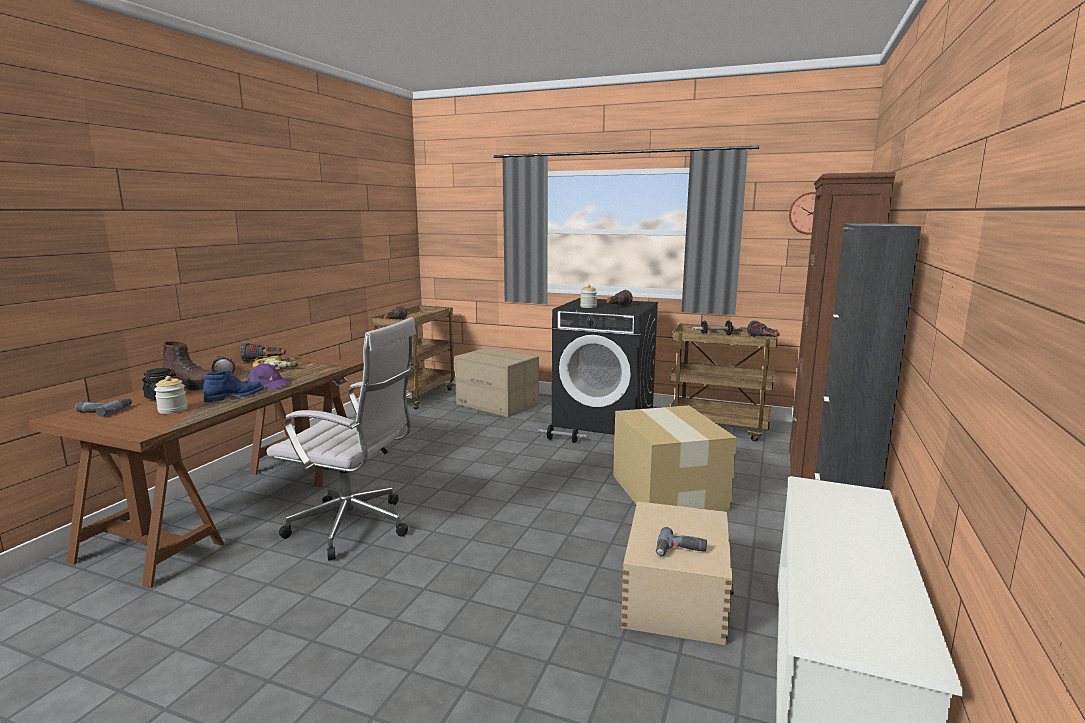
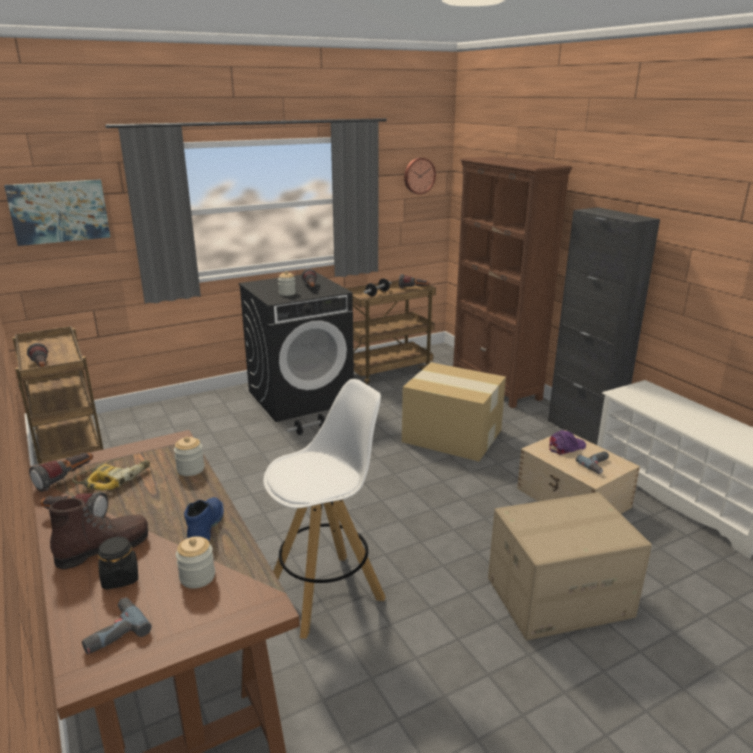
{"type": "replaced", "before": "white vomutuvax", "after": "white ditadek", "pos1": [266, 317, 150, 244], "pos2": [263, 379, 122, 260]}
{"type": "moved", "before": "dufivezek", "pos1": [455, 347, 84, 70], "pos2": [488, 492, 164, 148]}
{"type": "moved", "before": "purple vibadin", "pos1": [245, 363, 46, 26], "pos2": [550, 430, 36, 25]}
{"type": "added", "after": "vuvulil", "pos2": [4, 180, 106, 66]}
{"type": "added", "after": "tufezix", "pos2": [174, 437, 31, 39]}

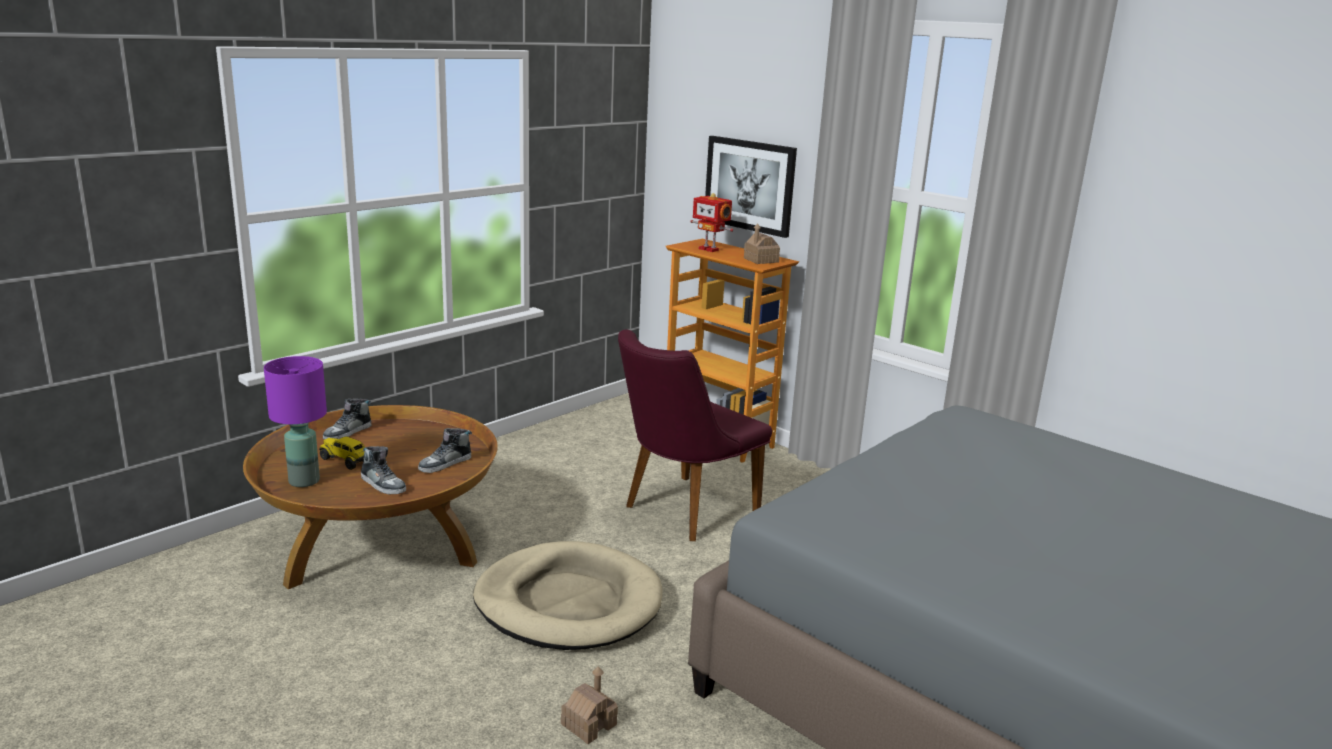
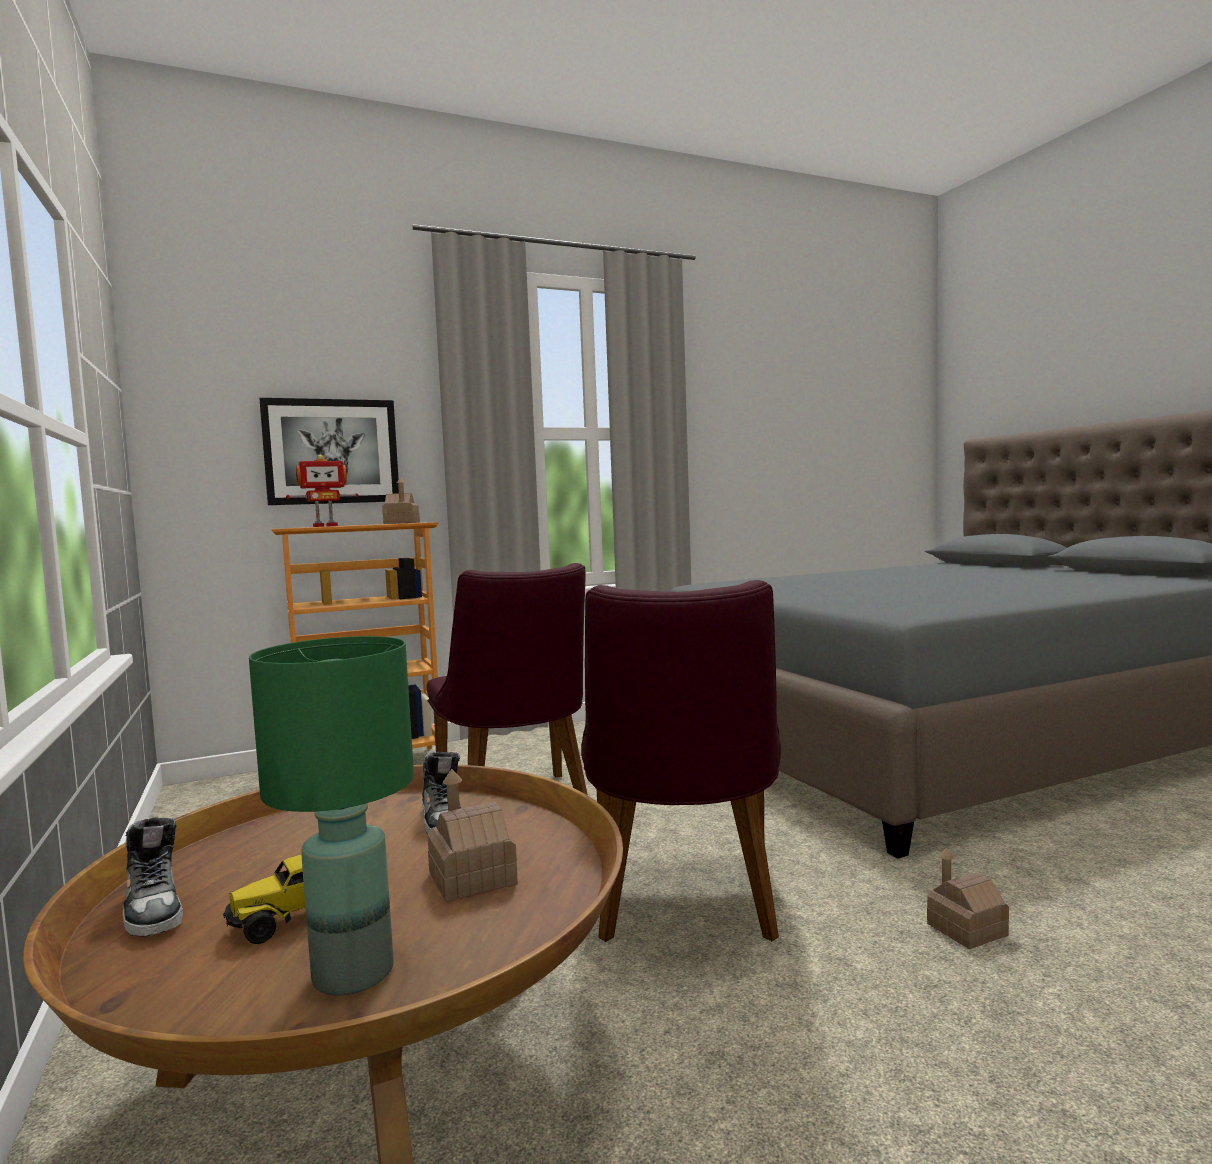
{"type": "recoloured", "before": "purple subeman", "after": "green subeman", "pos1": [264, 356, 63, 131], "pos2": [249, 636, 165, 359]}
{"type": "replaced", "before": "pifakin", "after": "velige", "pos1": [361, 446, 45, 49], "pos2": [427, 769, 91, 133]}
{"type": "replaced", "before": "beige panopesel", "after": "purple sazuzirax", "pos1": [473, 541, 189, 109], "pos2": [581, 580, 200, 362]}

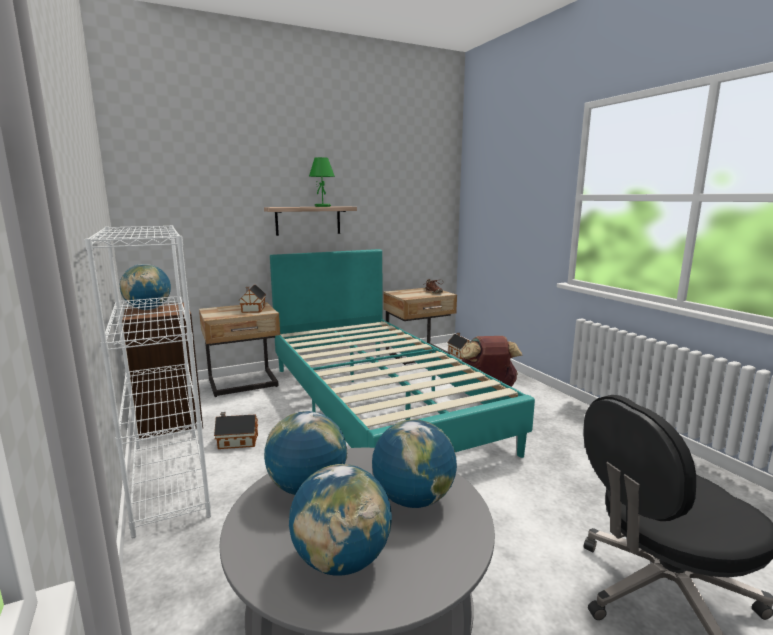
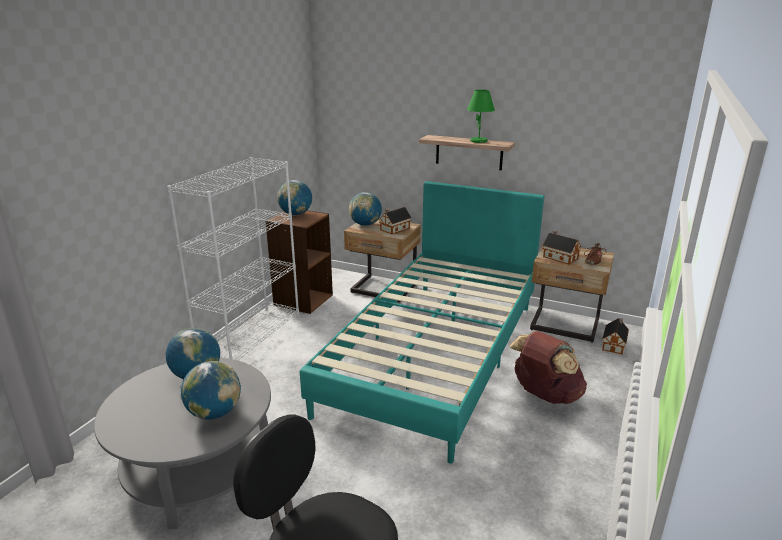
{"type": "moved", "before": "velige", "pos1": [214, 412, 44, 37], "pos2": [543, 230, 38, 35]}
{"type": "moved", "before": "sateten", "pos1": [289, 464, 103, 112], "pos2": [349, 192, 33, 34]}

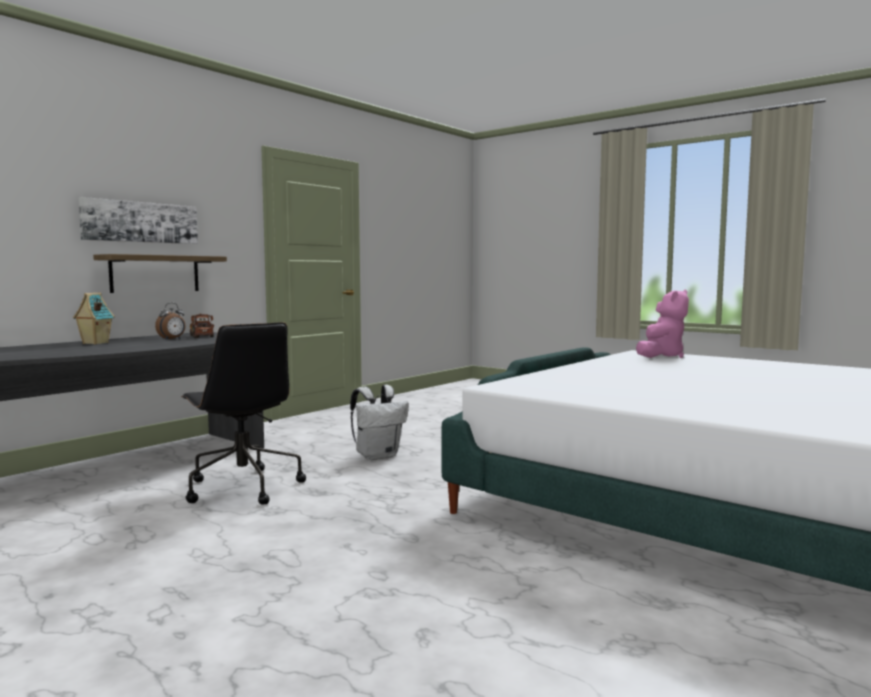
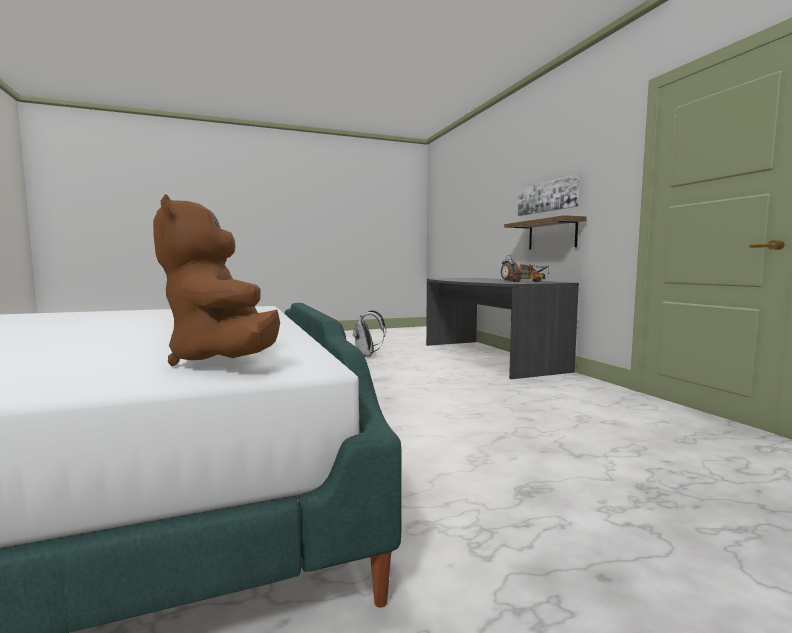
{"type": "recoloured", "before": "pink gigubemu", "after": "brown gigubemu", "pos1": [636, 289, 53, 69], "pos2": [153, 194, 127, 172]}
{"type": "removed", "before": "velige", "pos1": [73, 292, 42, 53]}
{"type": "removed", "before": "black vomutuvax", "pos1": [181, 322, 125, 183]}
{"type": "moved", "before": "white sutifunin", "pos1": [350, 385, 59, 75], "pos2": [353, 310, 33, 47]}

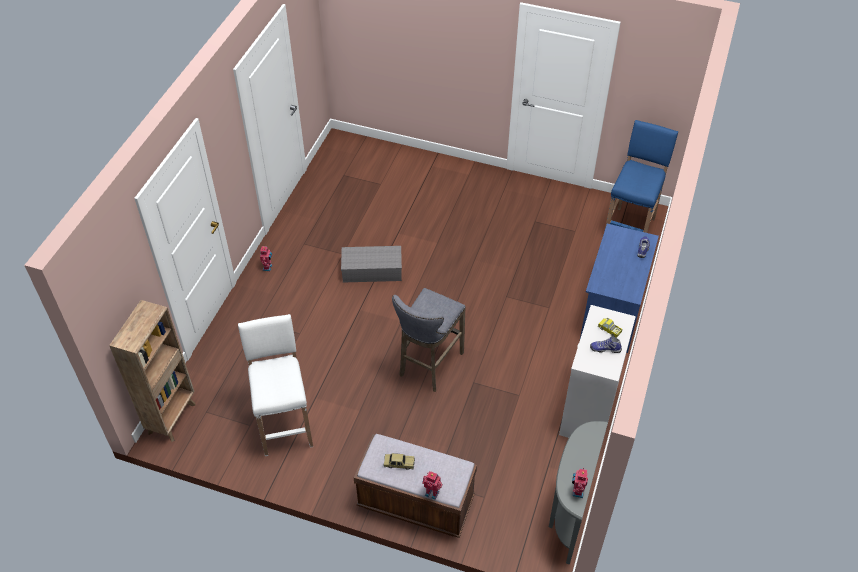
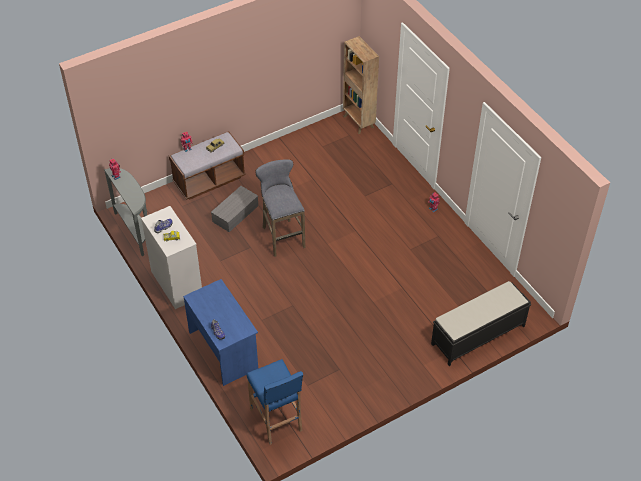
{"type": "moved", "before": "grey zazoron", "pos1": [341, 246, 61, 37], "pos2": [211, 186, 47, 46]}
{"type": "removed", "before": "white ditadek", "pos1": [238, 314, 75, 142]}
{"type": "added", "after": "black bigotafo", "pos2": [431, 281, 100, 85]}

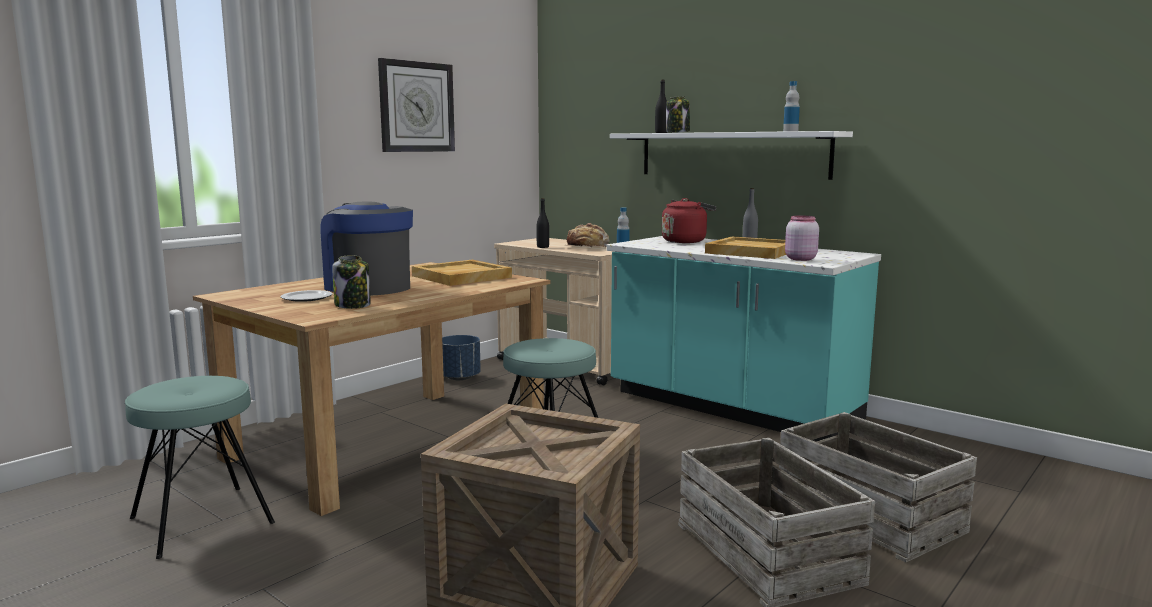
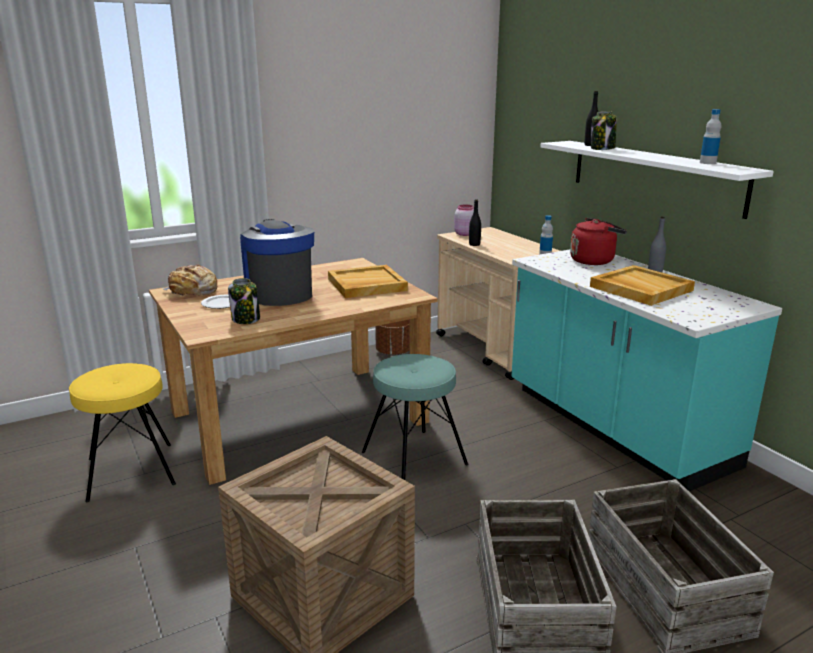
{"type": "removed", "before": "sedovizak", "pos1": [378, 58, 77, 94]}
{"type": "moved", "before": "pink tufezix", "pos1": [785, 216, 34, 45], "pos2": [454, 205, 20, 31]}
{"type": "moved", "before": "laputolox", "pos1": [566, 223, 43, 24], "pos2": [162, 264, 55, 33]}
{"type": "recoloured", "before": "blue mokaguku", "after": "brown mokaguku", "pos1": [442, 335, 39, 45], "pos2": [375, 319, 35, 37]}
{"type": "recoloured", "before": "turquoise ditadek", "after": "yellow ditadek", "pos1": [125, 376, 150, 183], "pos2": [69, 363, 107, 139]}

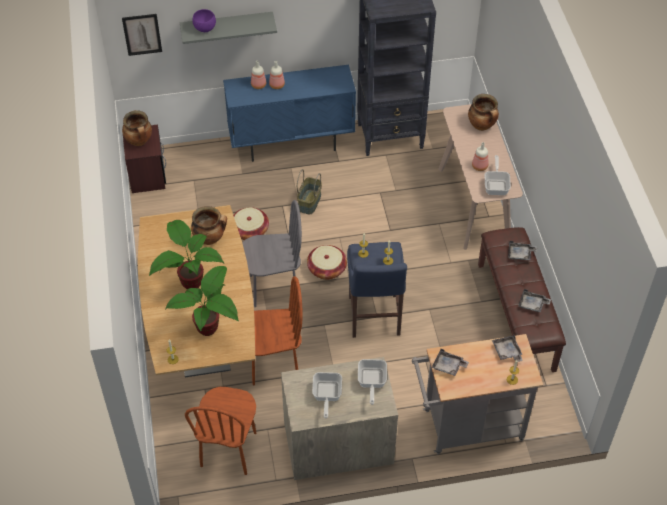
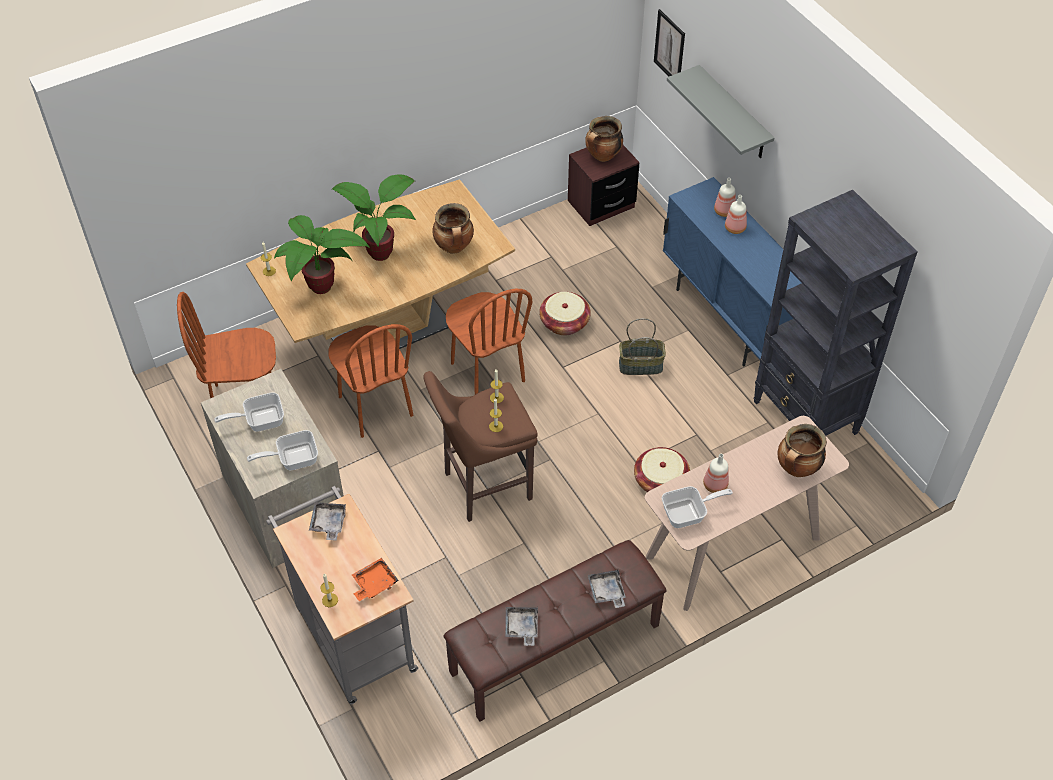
{"type": "removed", "before": "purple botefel", "pos1": [193, 9, 23, 23]}
{"type": "recoloured", "before": "grey sazuzirax", "after": "brown sazuzirax", "pos1": [242, 200, 60, 107], "pos2": [446, 289, 86, 105]}
{"type": "recoloured", "before": "blue ditadek", "after": "brown ditadek", "pos1": [347, 242, 60, 96], "pos2": [423, 371, 115, 151]}
{"type": "moved", "before": "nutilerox", "pos1": [307, 245, 40, 35], "pos2": [634, 447, 56, 45]}
{"type": "recoloured", "before": "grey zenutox", "after": "orange zenutox", "pos1": [492, 335, 31, 27], "pos2": [352, 558, 47, 43]}

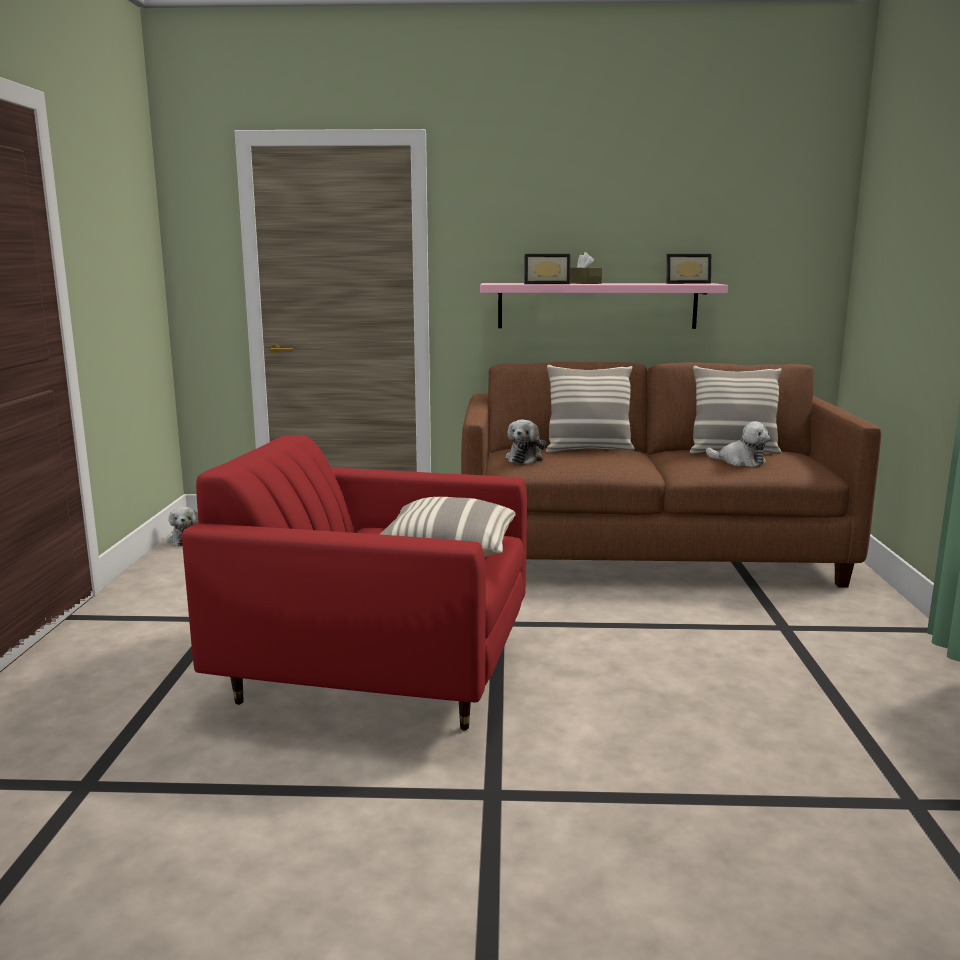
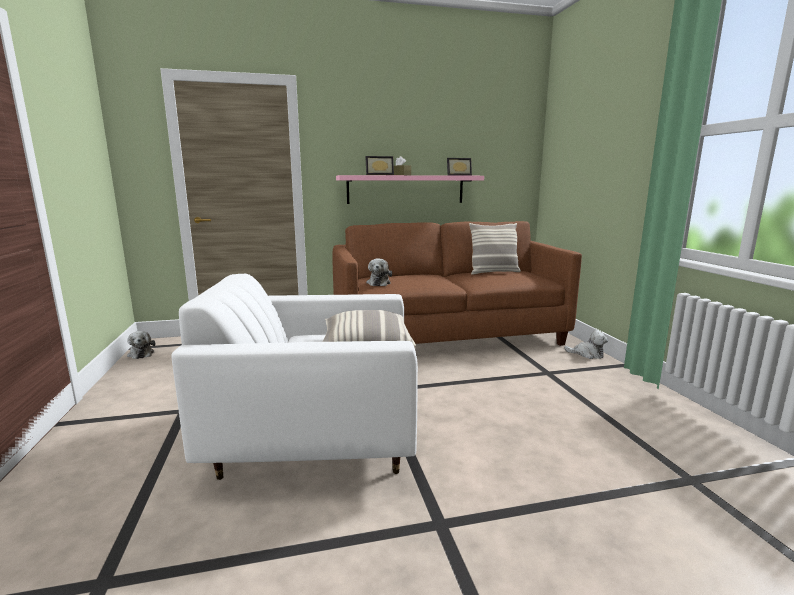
{"type": "removed", "before": "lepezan", "pos1": [546, 365, 88, 88]}
{"type": "moved", "before": "gigubemu", "pos1": [706, 421, 64, 46], "pos2": [564, 330, 44, 29]}
{"type": "recoloured", "before": "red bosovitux", "after": "white bosovitux", "pos1": [182, 435, 345, 296], "pos2": [171, 274, 247, 206]}

